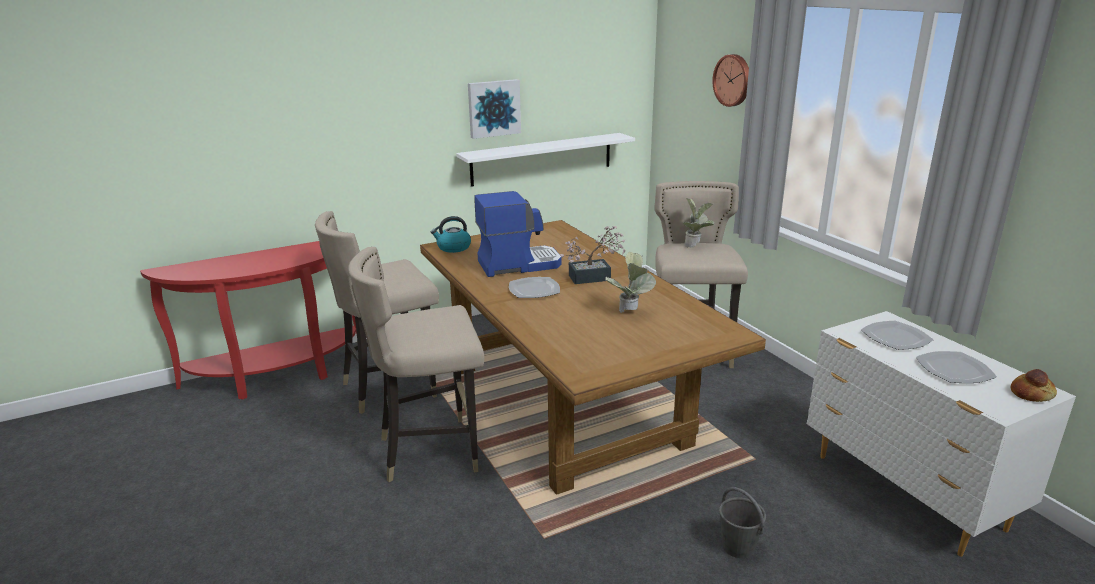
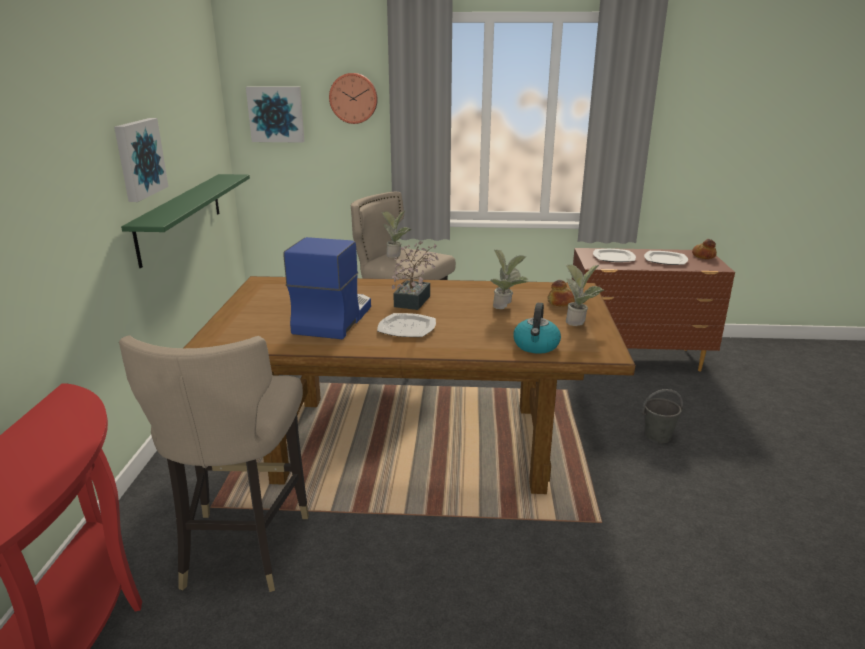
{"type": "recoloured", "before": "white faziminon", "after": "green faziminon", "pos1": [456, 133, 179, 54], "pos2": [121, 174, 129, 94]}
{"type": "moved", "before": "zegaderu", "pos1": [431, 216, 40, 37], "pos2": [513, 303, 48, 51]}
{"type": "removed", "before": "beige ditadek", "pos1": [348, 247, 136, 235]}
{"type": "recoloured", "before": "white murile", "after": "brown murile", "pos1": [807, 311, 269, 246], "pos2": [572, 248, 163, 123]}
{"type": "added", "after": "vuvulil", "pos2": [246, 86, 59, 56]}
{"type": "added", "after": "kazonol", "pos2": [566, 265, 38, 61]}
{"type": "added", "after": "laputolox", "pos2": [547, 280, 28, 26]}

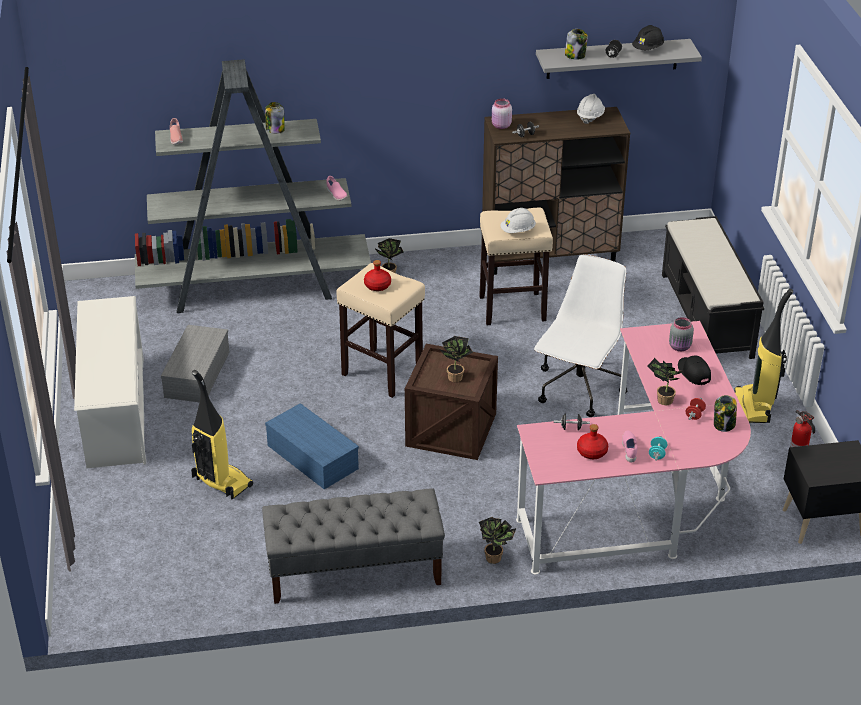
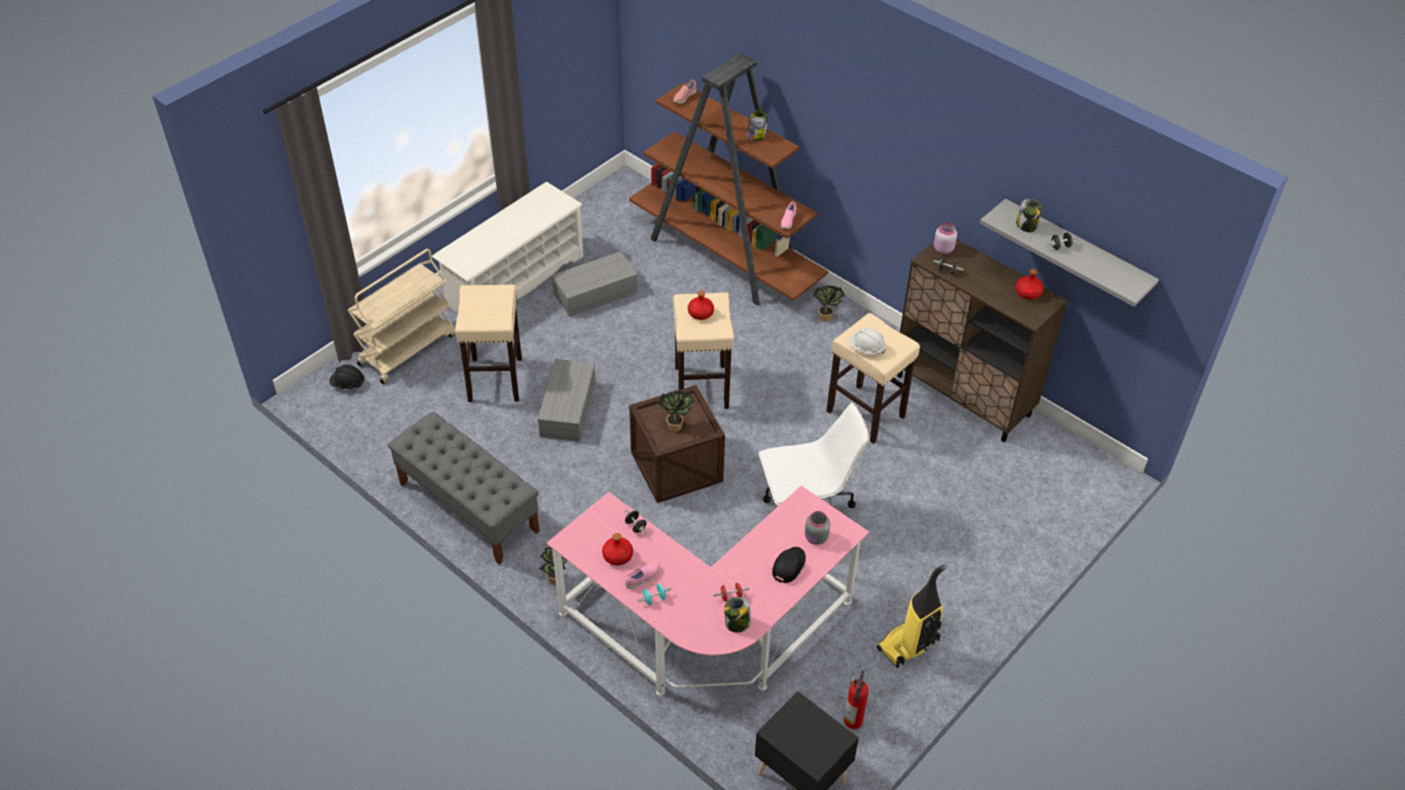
{"type": "moved", "before": "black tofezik", "pos1": [632, 25, 32, 25], "pos2": [329, 365, 36, 24]}
{"type": "recoloured", "before": "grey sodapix", "after": "brown sodapix", "pos1": [135, 59, 236, 254], "pos2": [629, 53, 199, 253]}
{"type": "replaced", "before": "white tofezik", "after": "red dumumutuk", "pos1": [577, 94, 28, 30], "pos2": [1015, 269, 29, 31]}
{"type": "removed", "before": "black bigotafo", "pos1": [662, 216, 102, 143]}
{"type": "removed", "before": "kazonol", "pos1": [647, 358, 35, 47]}
{"type": "replaced", "before": "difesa", "after": "beige ditadek", "pos1": [191, 370, 62, 130], "pos2": [455, 285, 67, 117]}
{"type": "recoloured", "before": "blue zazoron", "after": "grey zazoron", "pos1": [265, 403, 94, 87], "pos2": [537, 359, 59, 83]}
{"type": "added", "after": "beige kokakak", "pos2": [348, 249, 107, 135]}

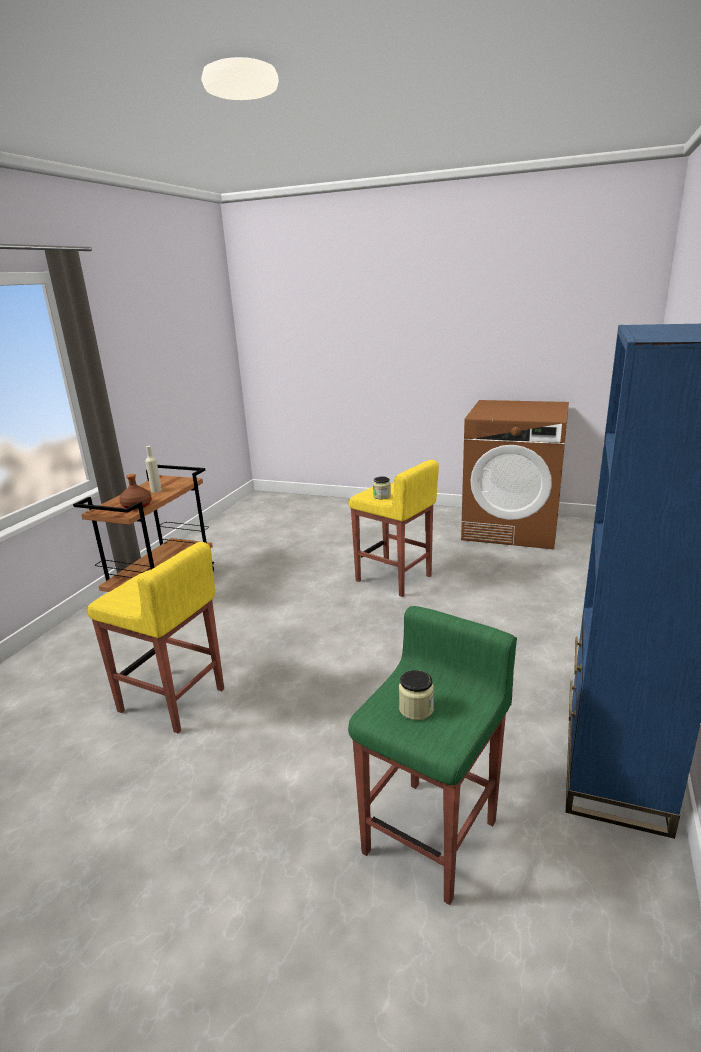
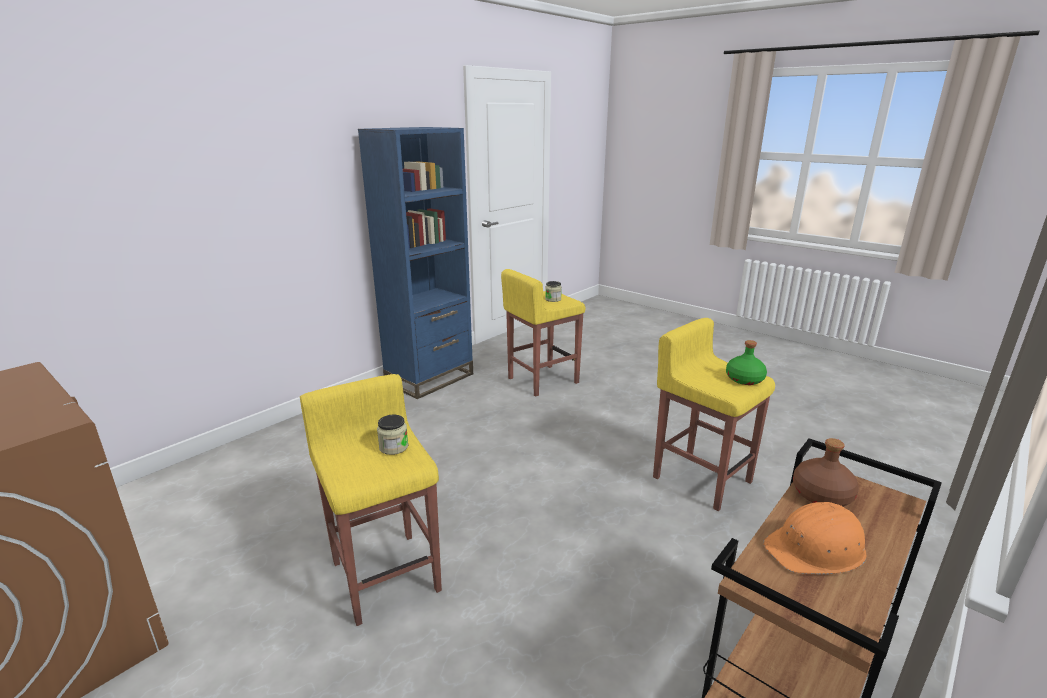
{"type": "replaced", "before": "beige dumumutuk", "after": "orange tofezik", "pos1": [145, 446, 17, 47], "pos2": [763, 502, 103, 72]}
{"type": "recoloured", "before": "green ditadek", "after": "yellow ditadek", "pos1": [348, 606, 169, 299], "pos2": [501, 269, 84, 128]}
{"type": "added", "after": "green dumumutuk", "pos2": [726, 340, 41, 45]}

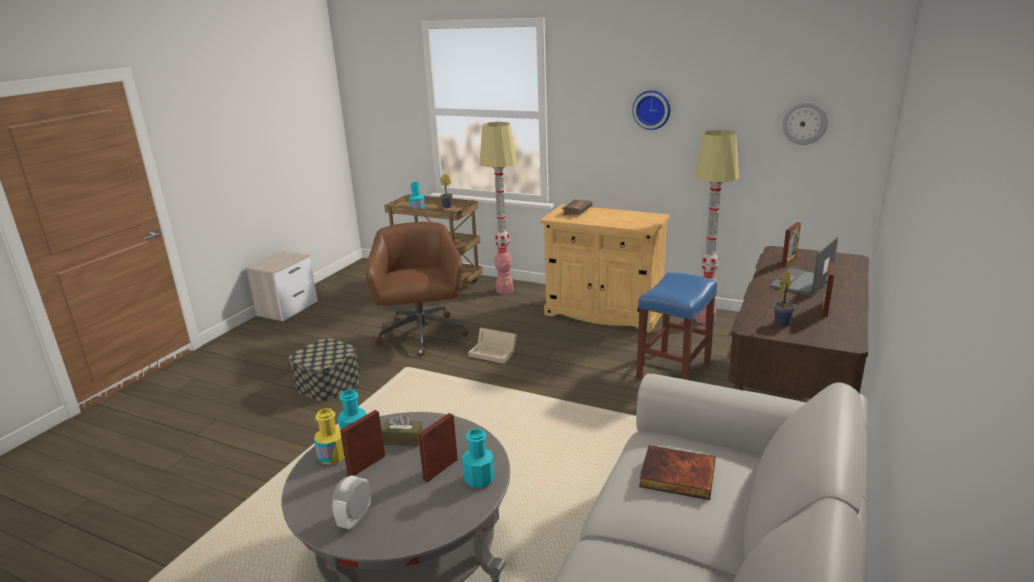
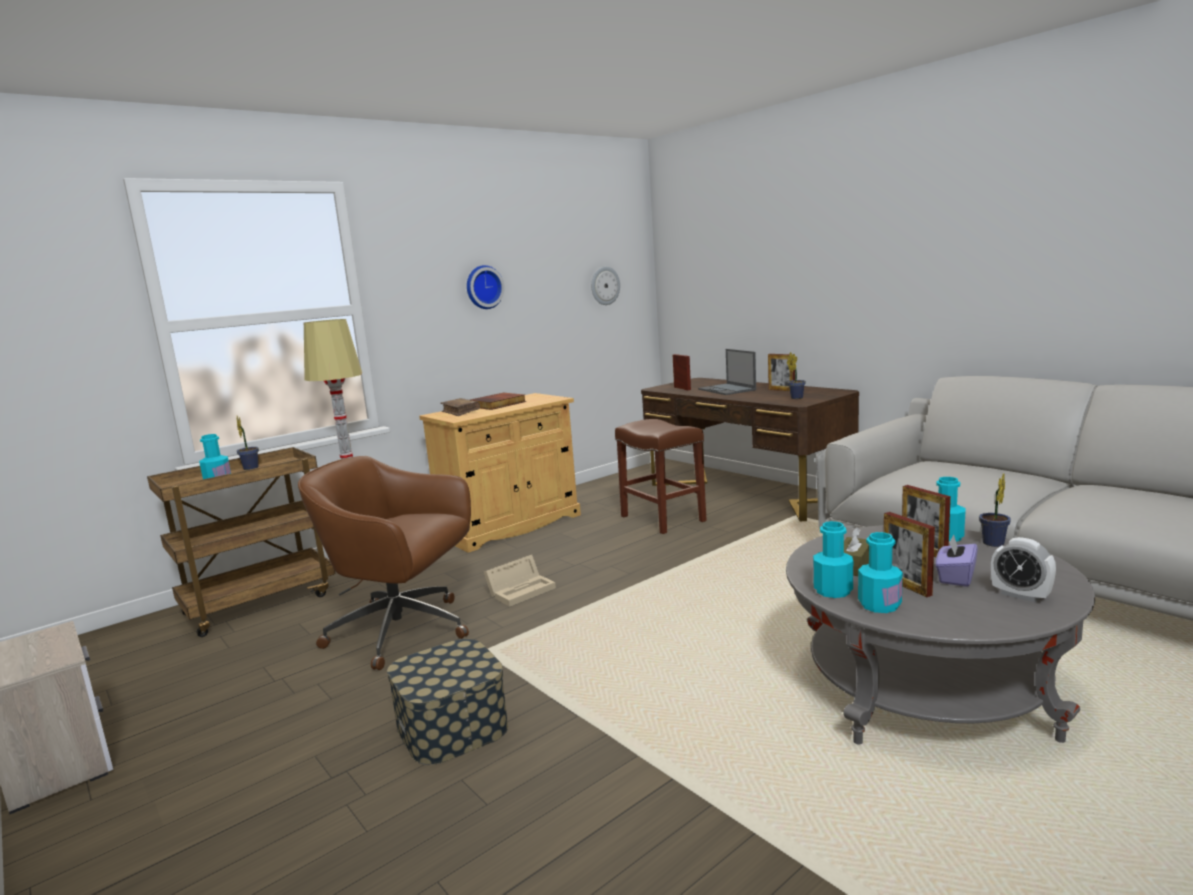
{"type": "removed", "before": "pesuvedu", "pos1": [694, 130, 45, 194]}
{"type": "recoloured", "before": "blue ditadek", "after": "brown ditadek", "pos1": [636, 272, 81, 108], "pos2": [615, 419, 92, 115]}
{"type": "recoloured", "before": "yellow dumumutuk", "after": "turquoise dumumutuk", "pos1": [314, 408, 31, 57], "pos2": [858, 532, 45, 81]}
{"type": "moved", "before": "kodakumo", "pos1": [639, 445, 77, 55], "pos2": [470, 393, 56, 17]}
{"type": "added", "after": "kazonol", "pos2": [979, 474, 32, 73]}
{"type": "added", "after": "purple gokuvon", "pos2": [936, 534, 42, 53]}

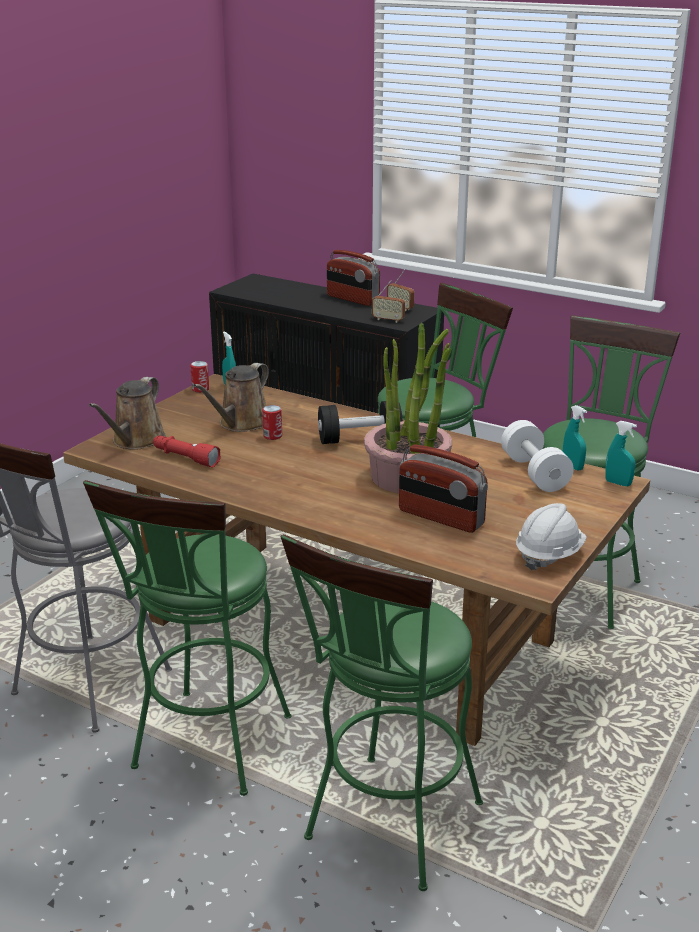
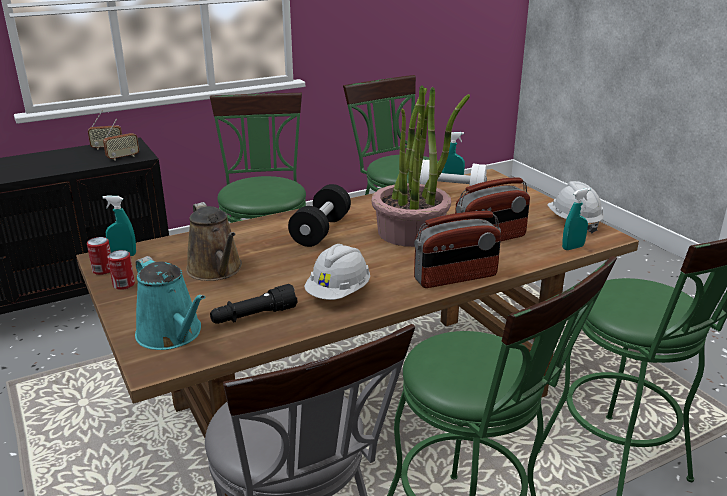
{"type": "moved", "before": "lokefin", "pos1": [327, 250, 53, 56], "pos2": [414, 211, 87, 77]}
{"type": "recoloured", "before": "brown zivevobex", "after": "turquoise zivevobex", "pos1": [89, 377, 77, 73], "pos2": [135, 256, 70, 94]}
{"type": "moved", "before": "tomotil", "pos1": [262, 405, 20, 35], "pos2": [108, 250, 27, 40]}
{"type": "moved", "before": "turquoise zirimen", "pos1": [605, 421, 32, 65], "pos2": [562, 188, 29, 62]}
{"type": "recoloured", "before": "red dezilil", "after": "black dezilil", "pos1": [153, 435, 68, 32], "pos2": [210, 284, 87, 40]}
{"type": "added", "after": "white tofezik", "pos2": [304, 244, 66, 56]}

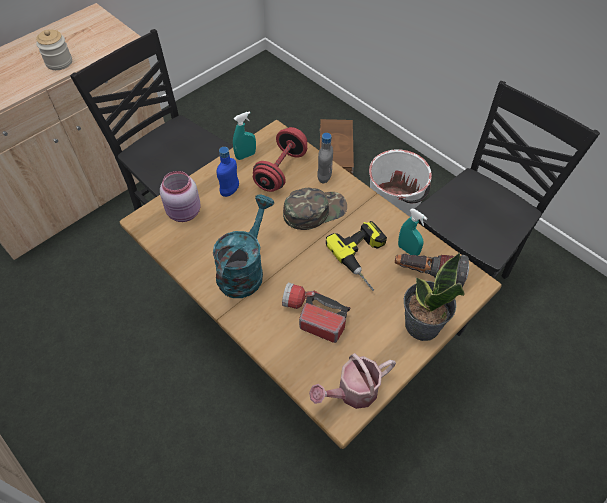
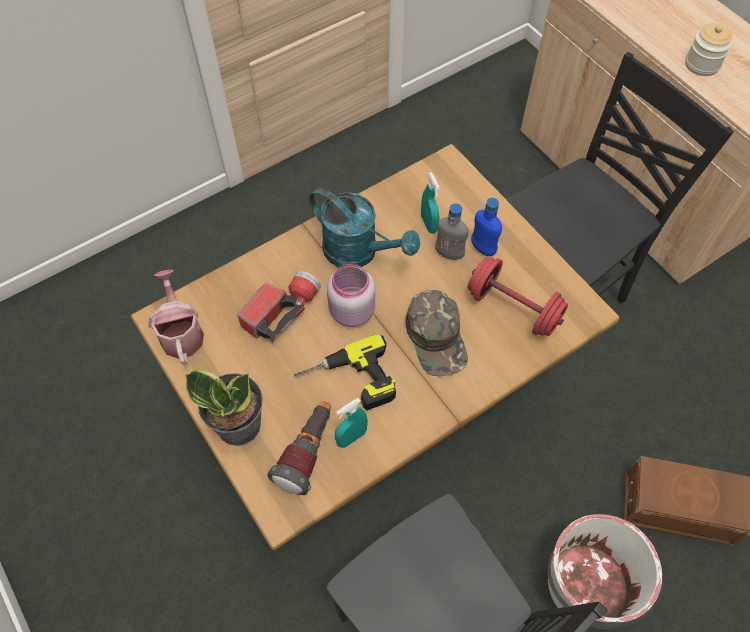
{"type": "moved", "before": "turquoise zirimen", "pos1": [233, 111, 23, 49], "pos2": [421, 172, 19, 62]}
{"type": "moved", "before": "grey dumumutuk", "pos1": [317, 133, 16, 50], "pos2": [435, 203, 34, 57]}
{"type": "moved", "before": "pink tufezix", "pos1": [160, 171, 41, 51], "pos2": [327, 264, 48, 63]}

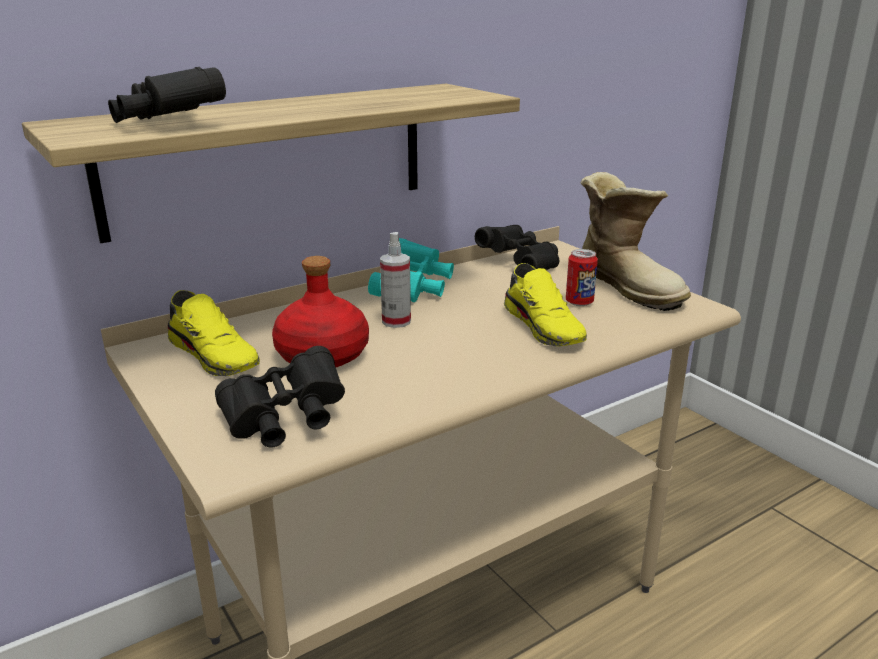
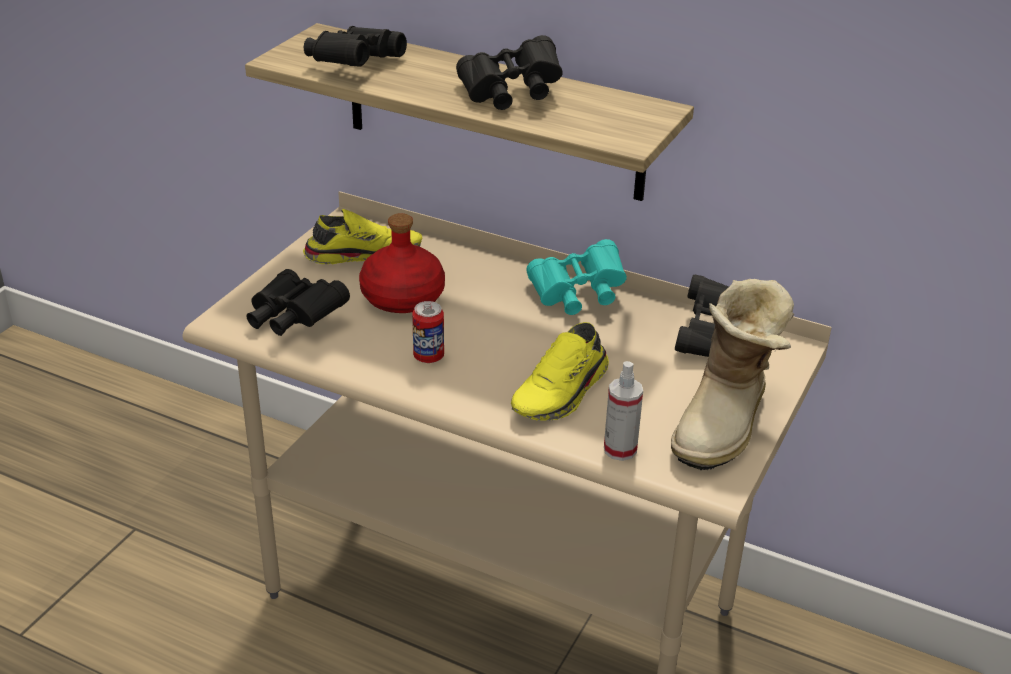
{"type": "moved", "before": "zirimen", "pos1": [380, 232, 31, 96], "pos2": [604, 361, 39, 100]}
{"type": "moved", "before": "tomotil", "pos1": [566, 249, 32, 57], "pos2": [412, 301, 32, 62]}
{"type": "turned", "before": "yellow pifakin", "pos1": [168, 290, 92, 86], "pos2": [303, 209, 119, 55], "turn": -120}
{"type": "added", "after": "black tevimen", "pos2": [456, 35, 106, 75]}

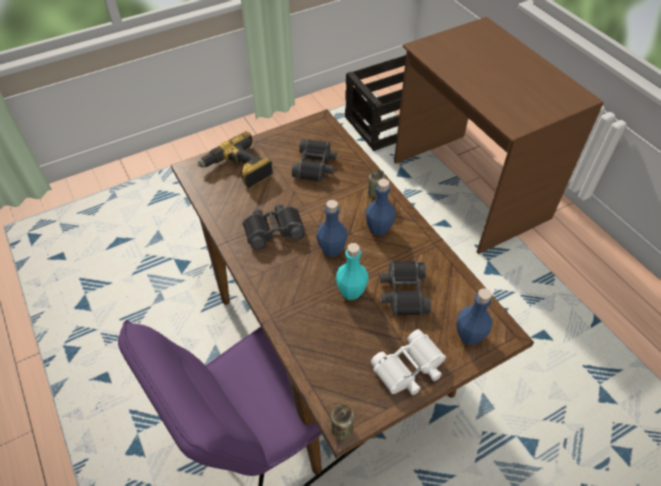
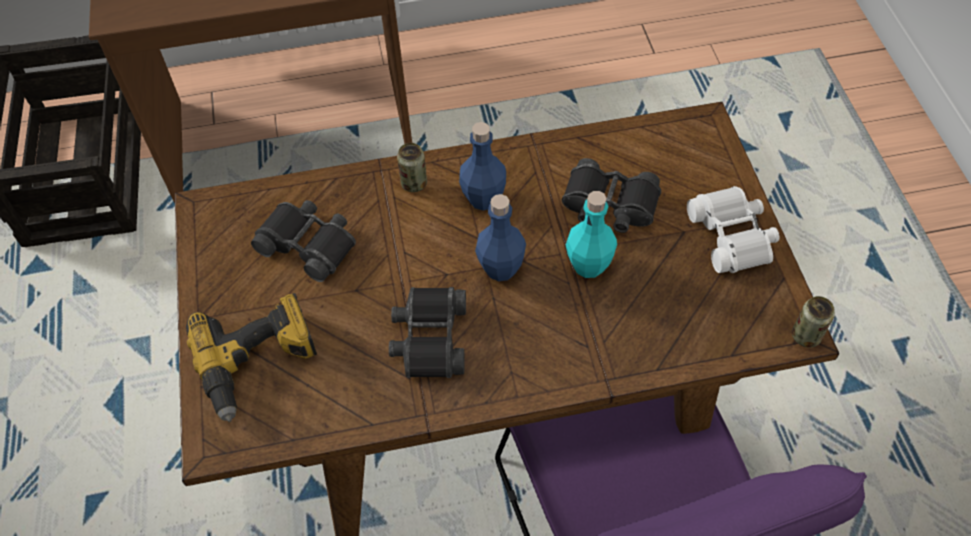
{"type": "removed", "before": "blue dumumutuk", "pos1": [457, 288, 35, 57]}

